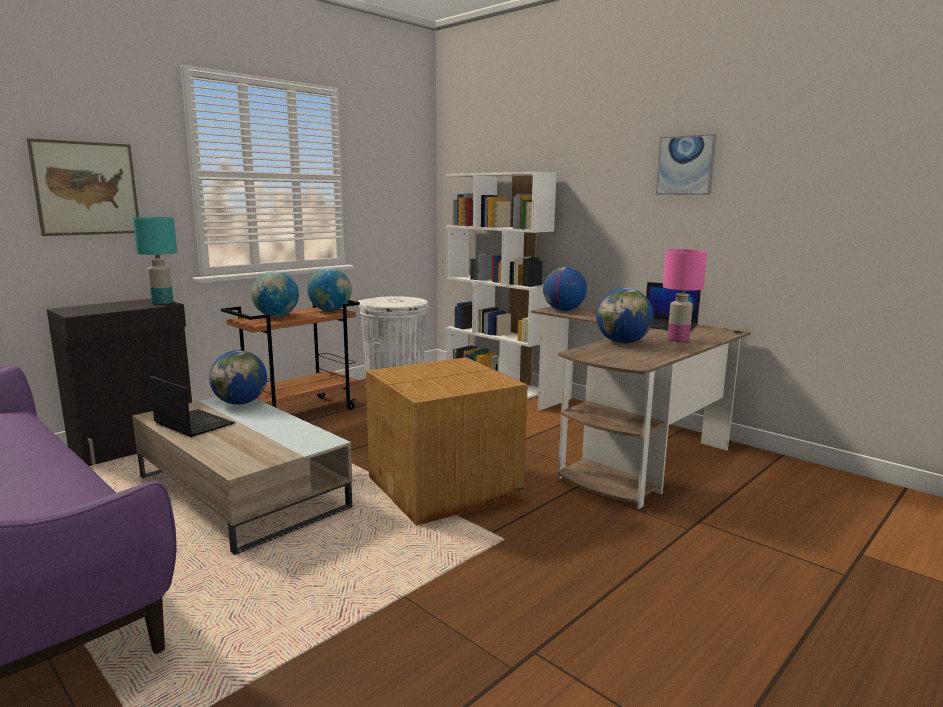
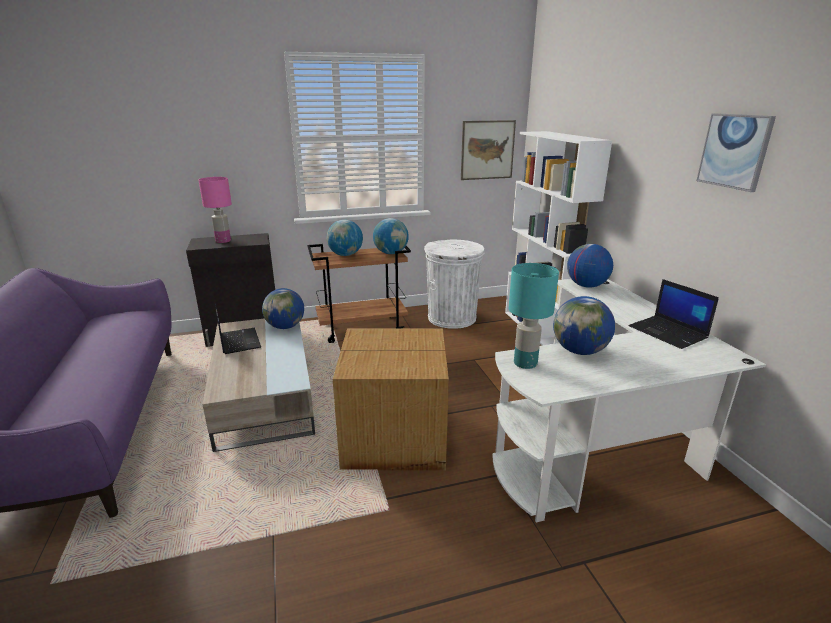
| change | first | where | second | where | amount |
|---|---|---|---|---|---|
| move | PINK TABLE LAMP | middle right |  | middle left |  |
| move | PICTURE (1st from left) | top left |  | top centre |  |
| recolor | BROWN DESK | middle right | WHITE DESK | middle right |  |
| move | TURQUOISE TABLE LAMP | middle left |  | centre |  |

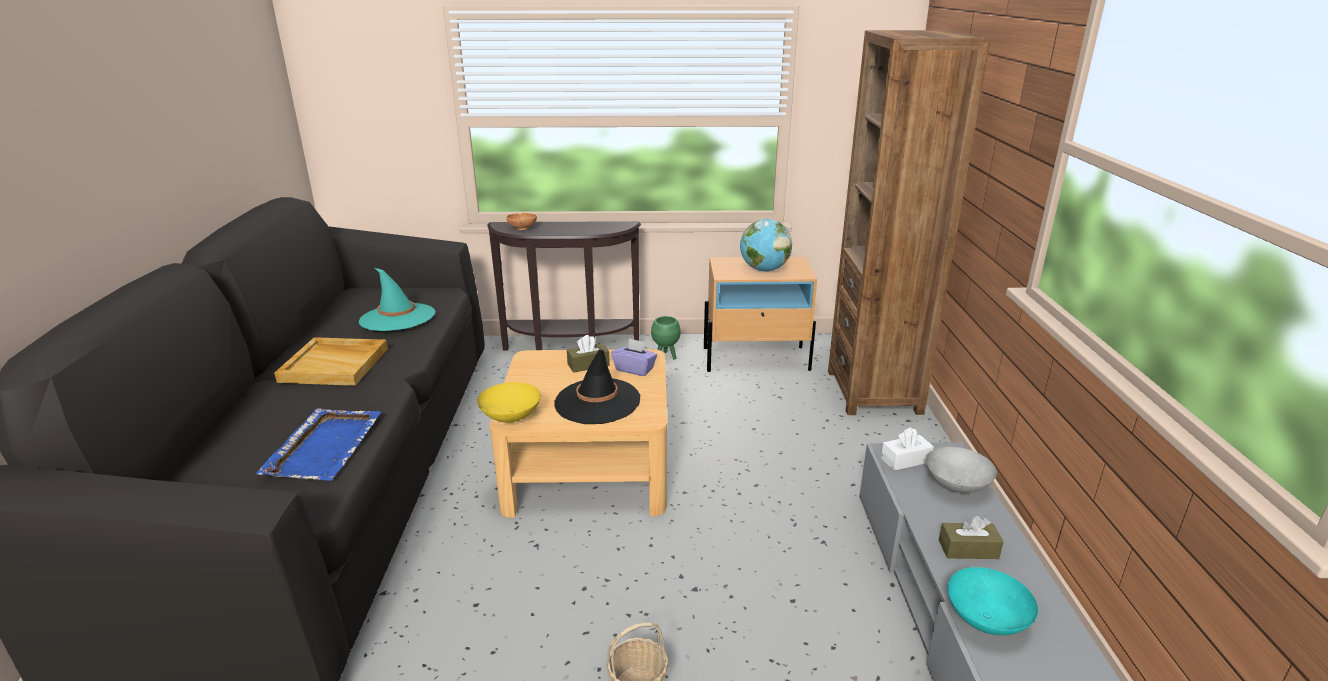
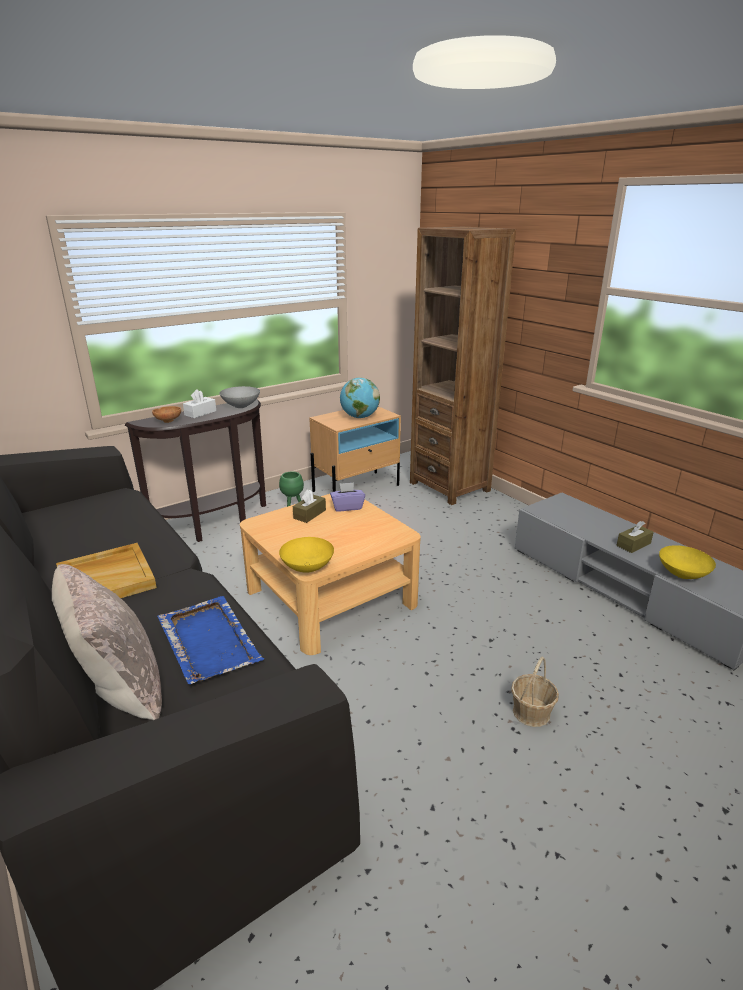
| change | first | where | second | where | amount |
|---|---|---|---|---|---|
| insert |  |  | BEIGE PILLOW | middle left |  |
| move | WHITE TISSUE BOX | middle right |  | middle left |  |
| move | GREY BOWL | bottom right |  | middle left |  |
| recolor | TURQUOISE BOWL | bottom right | YELLOW BOWL (2nd from left) | middle right |  |
| delete | TURQUOISE HAT | middle left |  |  |  |
| delete | BLACK HAT | centre |  |  |  |

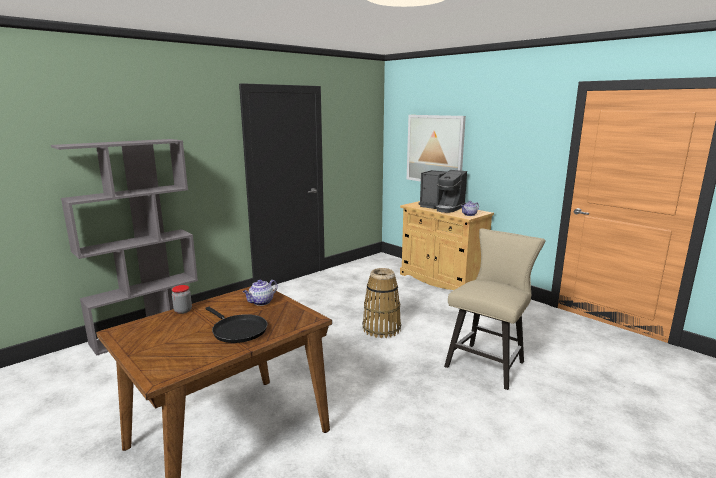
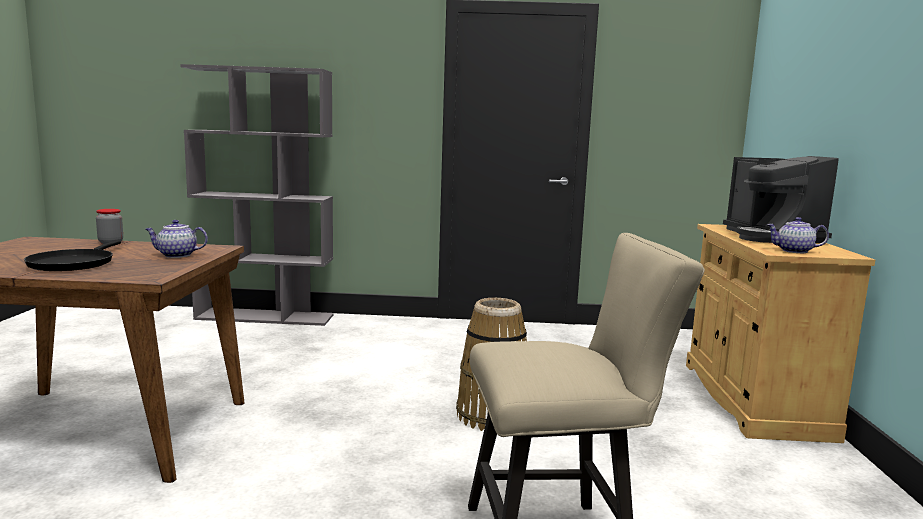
| change | first | where | second | where | amount |
|---|---|---|---|---|---|
| delete | PICTURE | top centre |  |  |  |

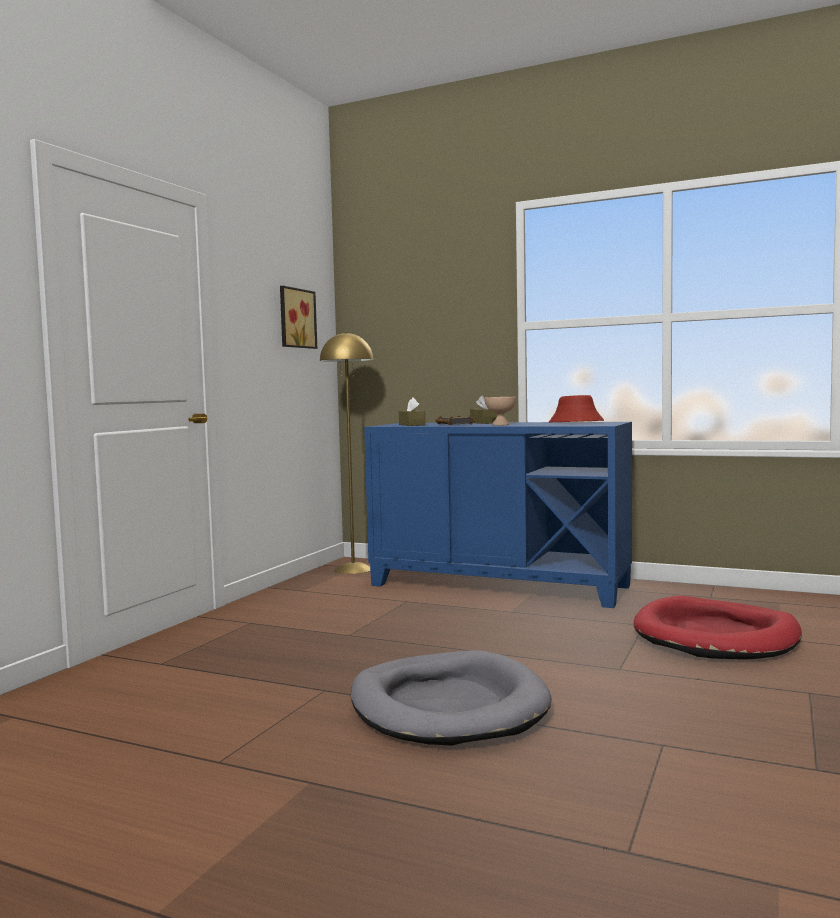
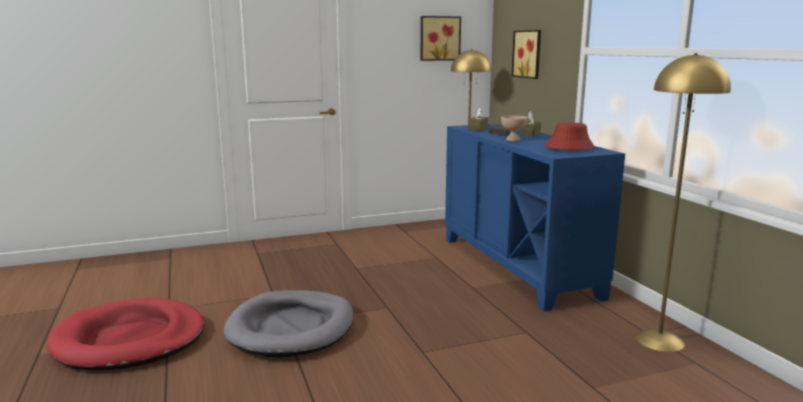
| change | first | where | second | where | amount |
|---|---|---|---|---|---|
| move | RED DOG BED | bottom right |  | bottom left |  |
| insert |  |  | PICTURE (2nd from left) | top centre |  |
| insert |  |  | YELLOW FLOOR LAMP (2nd from left) | middle right |  |

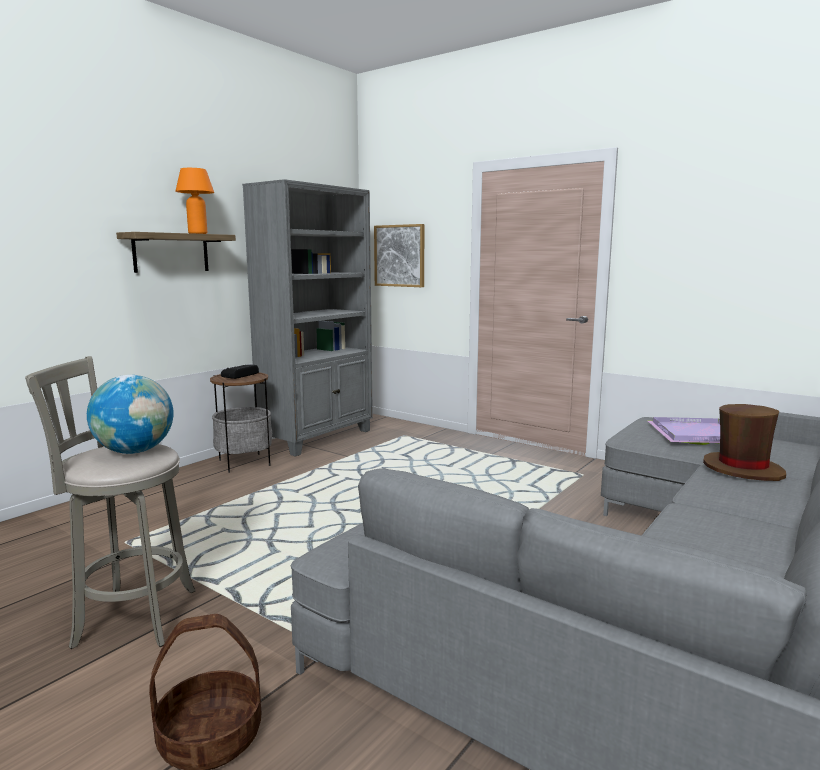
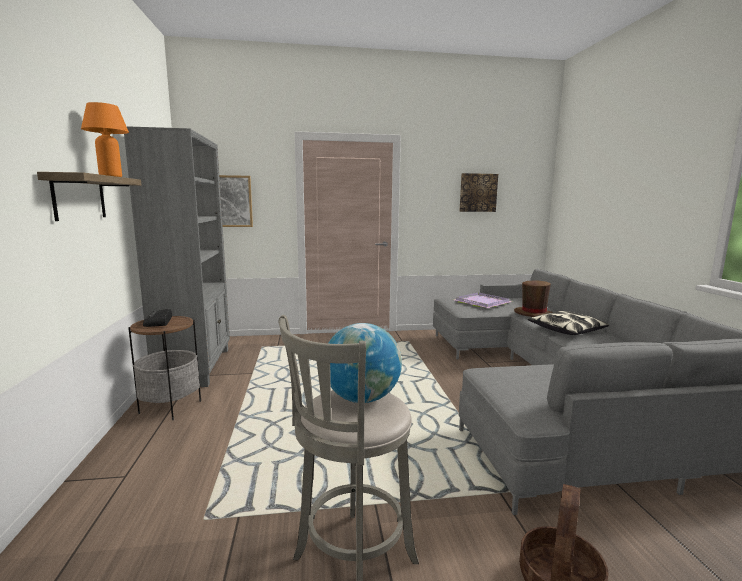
| change | first | where | second | where | amount |
|---|---|---|---|---|---|
| insert |  |  | PICTURE (2nd from left) | top centre |  |
| insert |  |  | PILLOW | middle right |  |

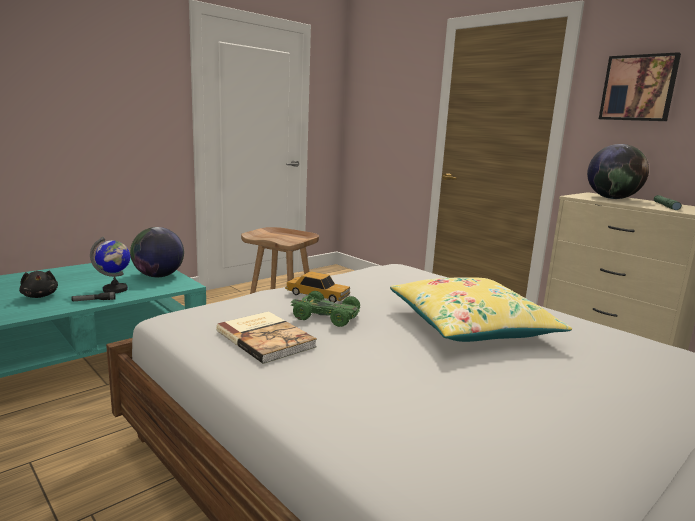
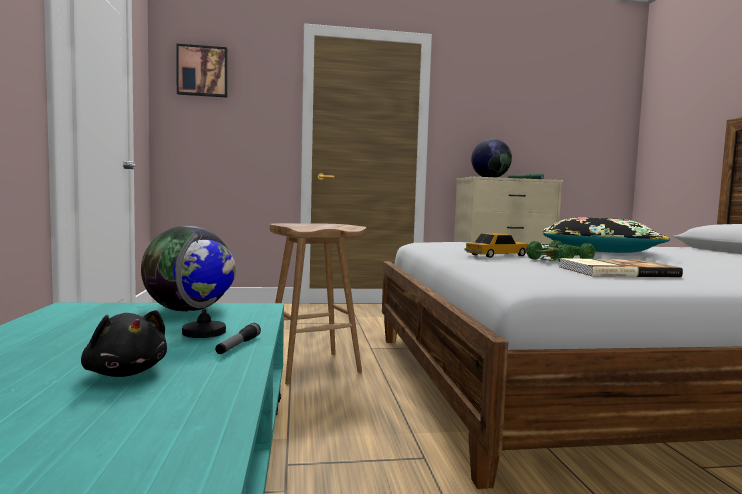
| change | first | where | second | where | amount |
|---|---|---|---|---|---|
| rotate | BLACK PLUSH TOY | middle left |  | bottom left | 45 degrees clockwise |
| move | PICTURE | top right |  | top left |  |
| recolor | YELLOW PILLOW | middle right | BLACK PILLOW | middle right |  |

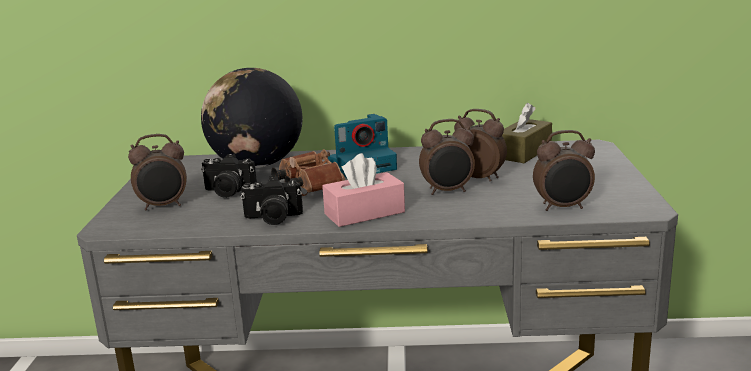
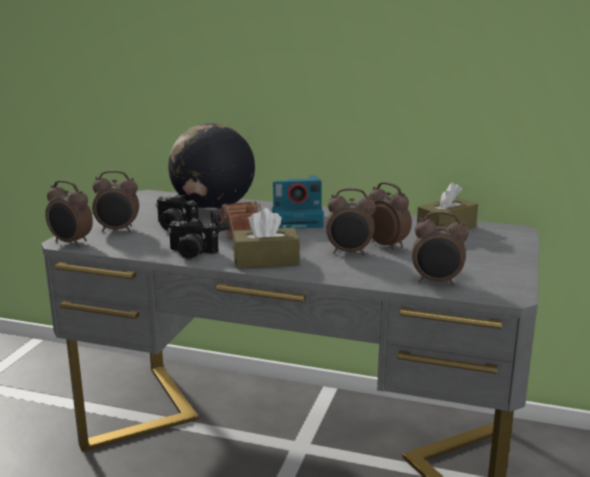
| change | first | where | second | where | amount |
|---|---|---|---|---|---|
| insert |  |  | ALARM CLOCK (1st from left) | middle left |  |
| recolor | PINK TISSUE BOX | centre | BROWN TISSUE BOX (1st from left) | centre |  |

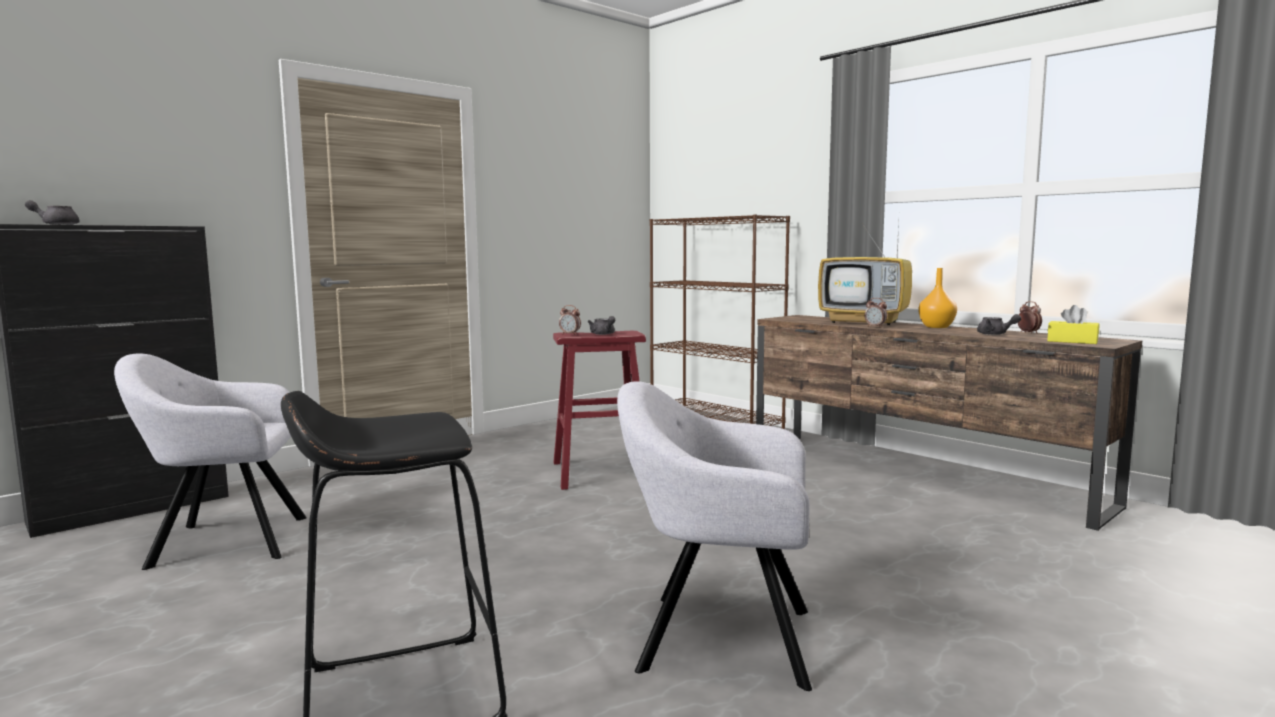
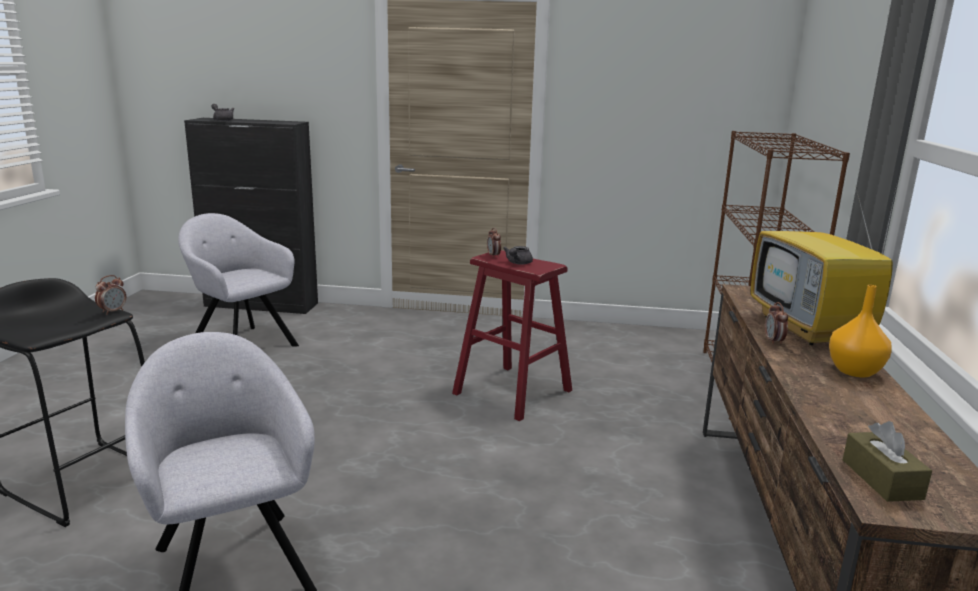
| change | first | where | second | where | amount |
|---|---|---|---|---|---|
| move | ALARM CLOCK (3rd from left in the first image) | middle right | ALARM CLOCK (1st from left) | middle left |  |
| recolor | YELLOW TISSUE BOX | middle right | BROWN TISSUE BOX | bottom right |  |
| delete | GREY TEAPOT (3rd from left) | middle right |  |  |  |

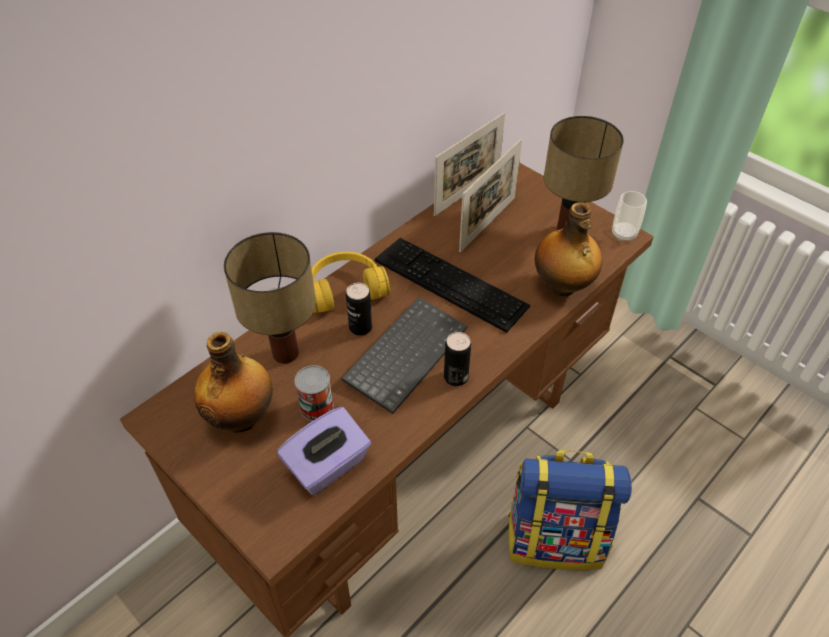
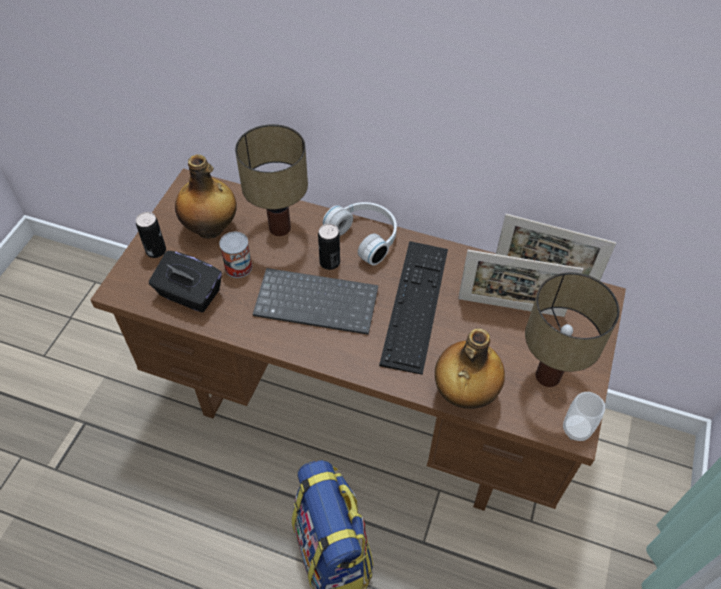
| change | first | where | second | where | amount |
|---|---|---|---|---|---|
| move | CAN (3rd from left in the first image) | centre | CAN (1st from left) | middle left |  |
| recolor | PURPLE TISSUE BOX | bottom centre | BLACK TISSUE BOX | middle left |  |
| recolor | YELLOW HEADPHONES | centre | WHITE HEADPHONES | centre |  |

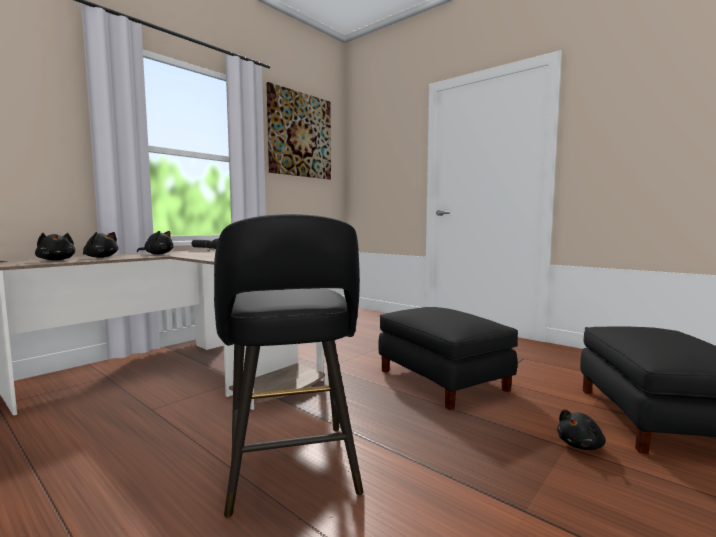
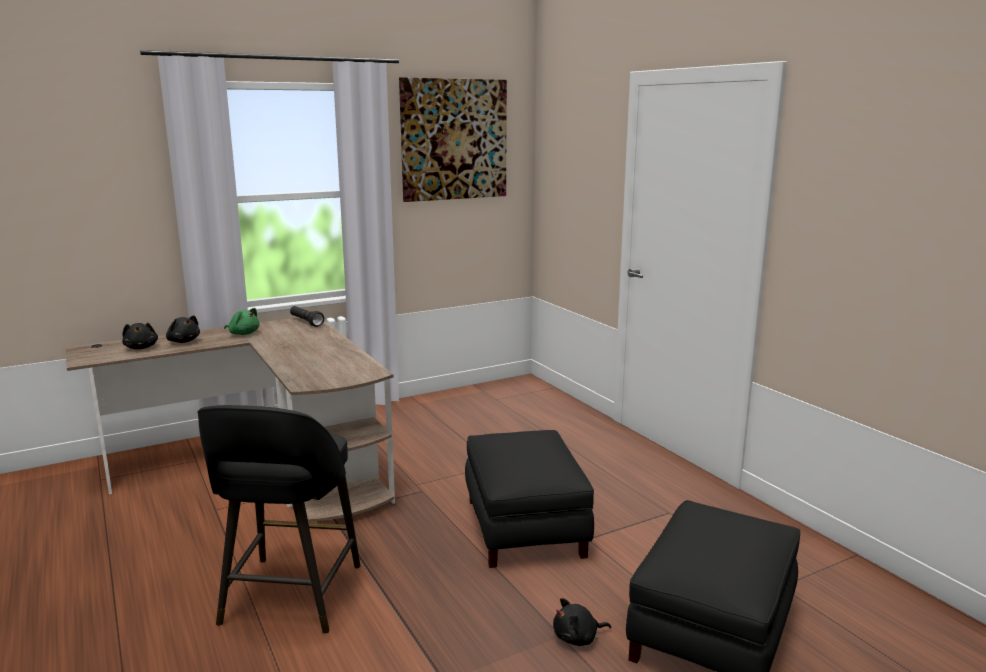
| change | first | where | second | where | amount |
|---|---|---|---|---|---|
| recolor | BLACK PLUSH TOY (3rd from left) | middle left | GREEN PLUSH TOY | middle left |  |

